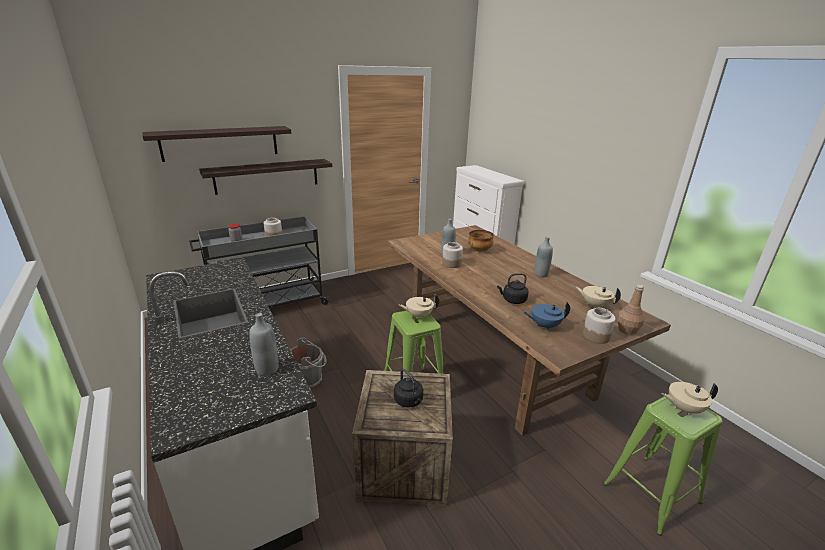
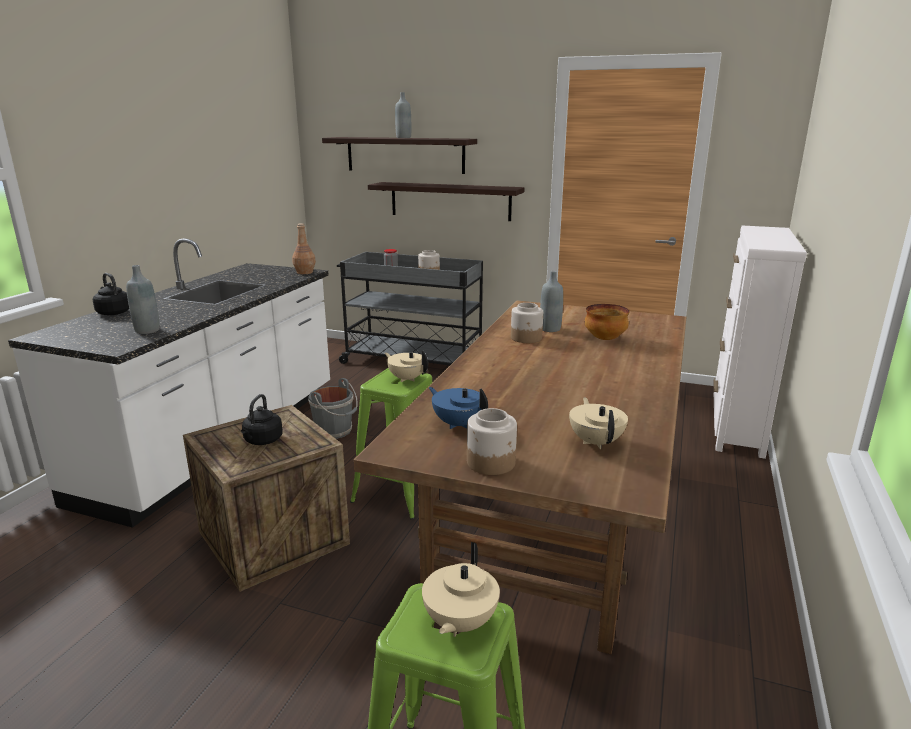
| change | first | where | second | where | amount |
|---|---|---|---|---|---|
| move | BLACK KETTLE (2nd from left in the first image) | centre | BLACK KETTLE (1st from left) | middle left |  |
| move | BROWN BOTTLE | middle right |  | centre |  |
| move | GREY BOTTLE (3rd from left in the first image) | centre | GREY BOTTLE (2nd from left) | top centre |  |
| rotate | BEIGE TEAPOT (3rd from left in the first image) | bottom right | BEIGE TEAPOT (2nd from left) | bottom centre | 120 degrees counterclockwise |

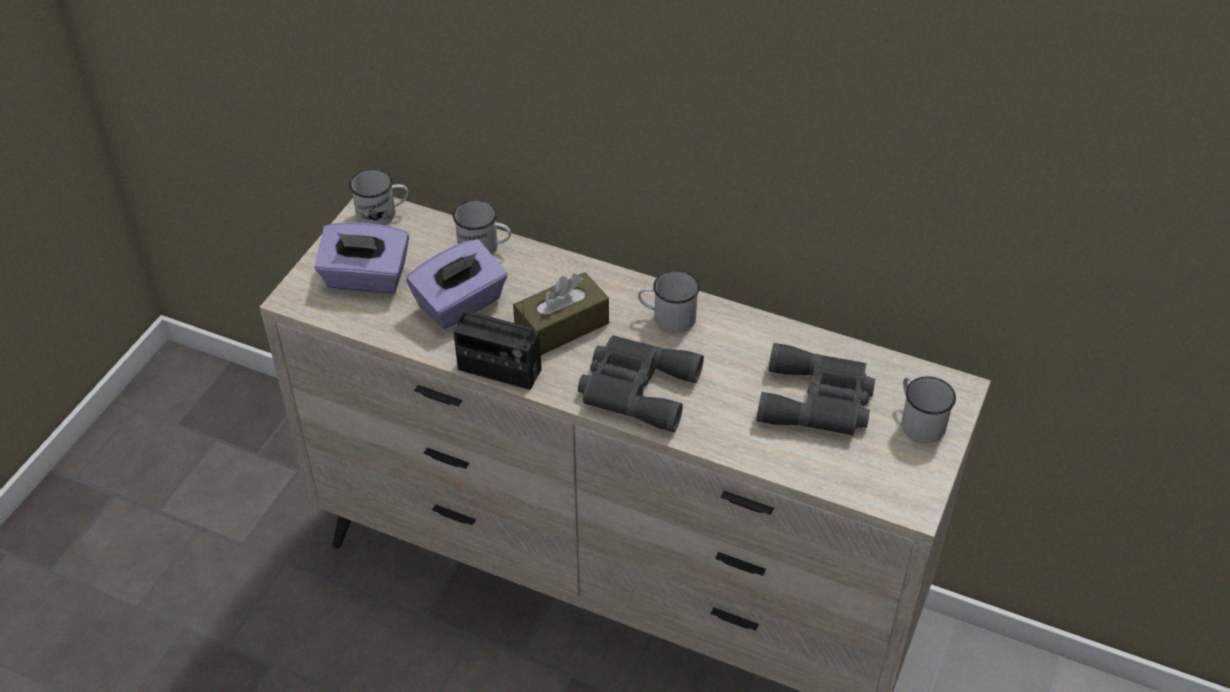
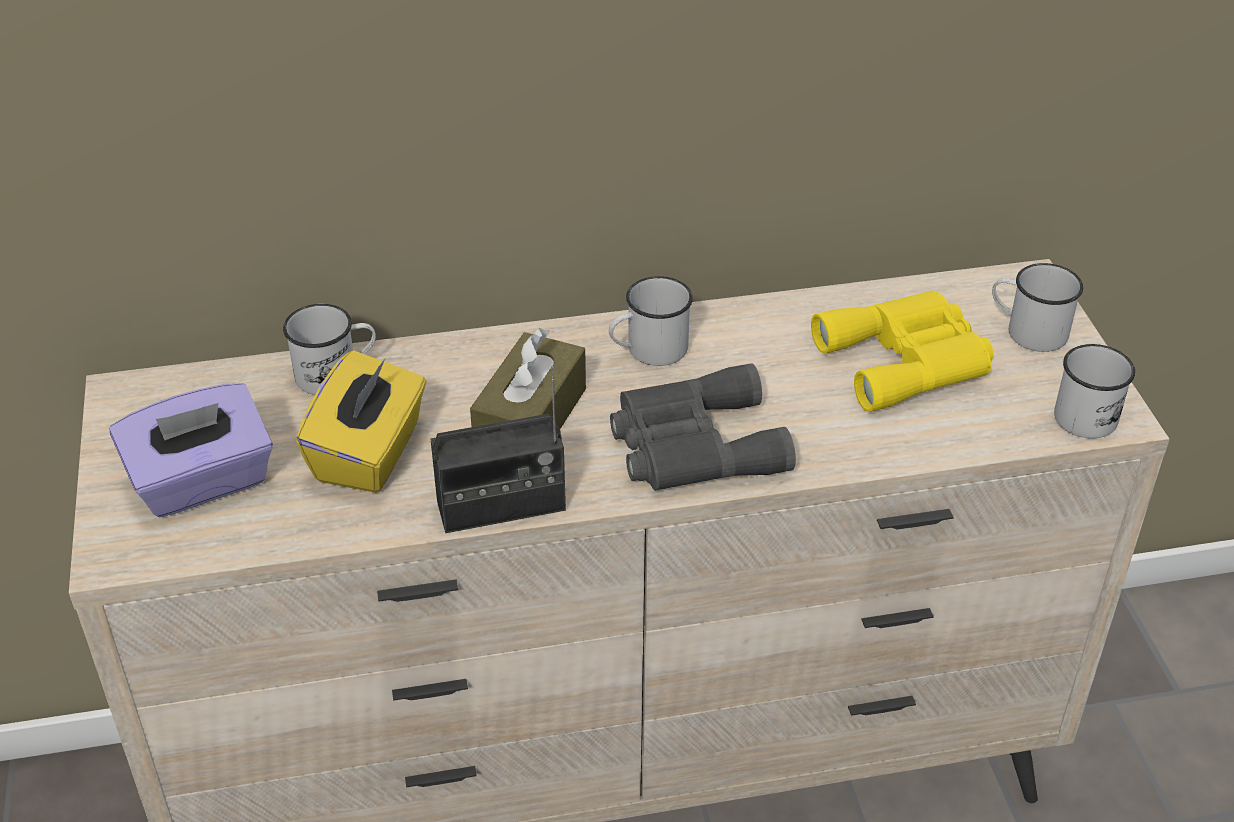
| change | first | where | second | where | amount |
|---|---|---|---|---|---|
| recolor | PURPLE TISSUE BOX (2nd from left) | centre | YELLOW TISSUE BOX | middle left |  |
| recolor | GREY BINOCULARS (2nd from left) | centre | YELLOW BINOCULARS | middle right |  |
| move | WHITE MUG (1st from left in the first image) | top left | WHITE MUG (4th from left) | middle right |  |

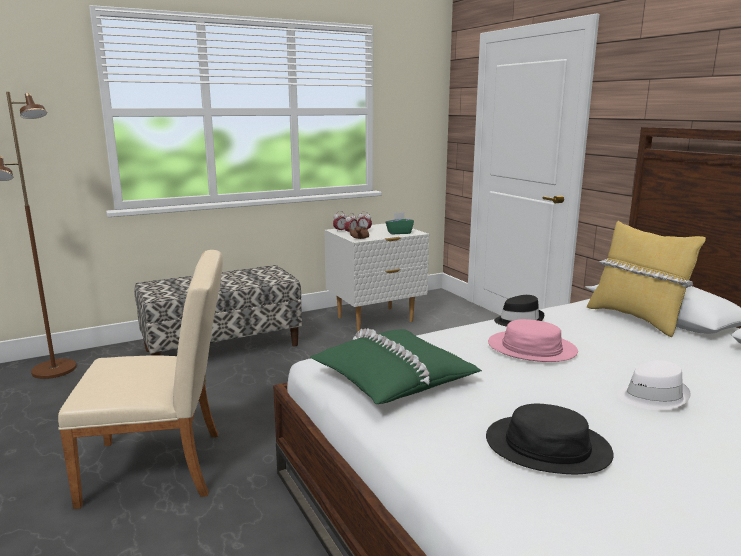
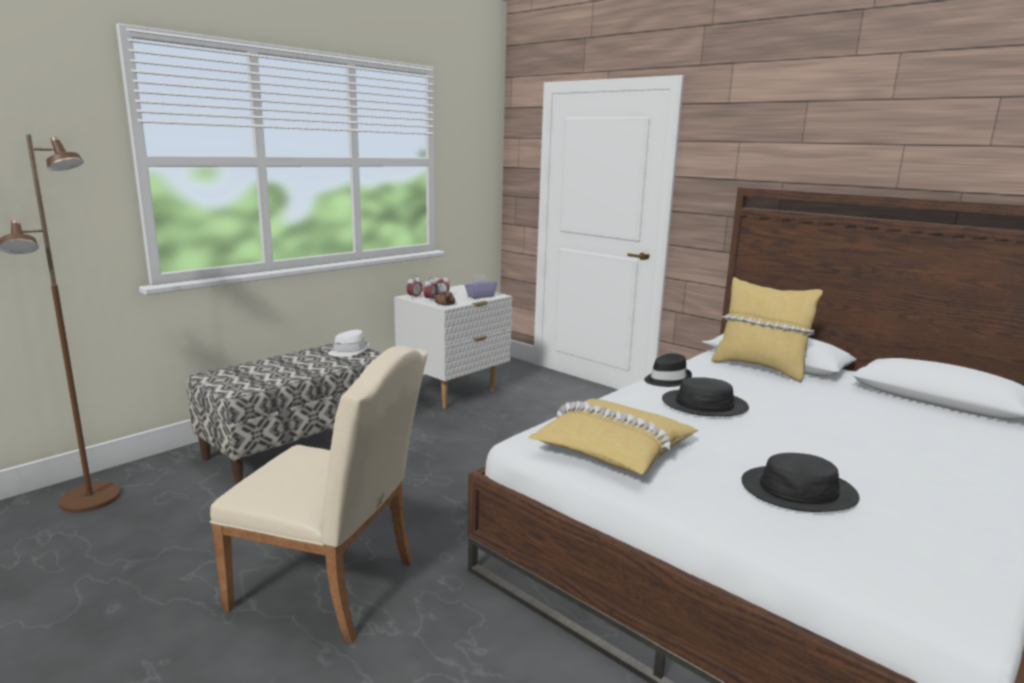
| change | first | where | second | where | amount |
|---|---|---|---|---|---|
| rotate | BEIGE CHAIR | bottom left |  | bottom left | 45 degrees clockwise |
| move | WHITE HAT | bottom right |  | centre |  |
| recolor | GREEN TISSUE BOX | centre | PURPLE TISSUE BOX | centre |  |
| recolor | GREEN PILLOW | centre | YELLOW PILLOW (1st from left) | centre |  |
| recolor | PINK HAT | middle right | BLACK HAT (2nd from left) | middle right |  |

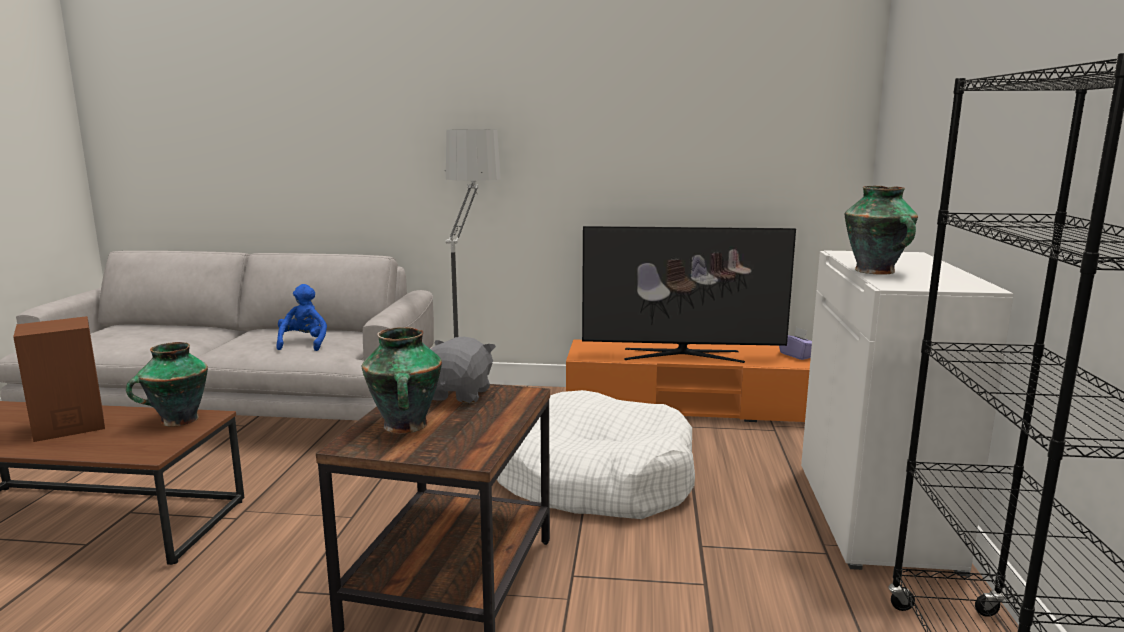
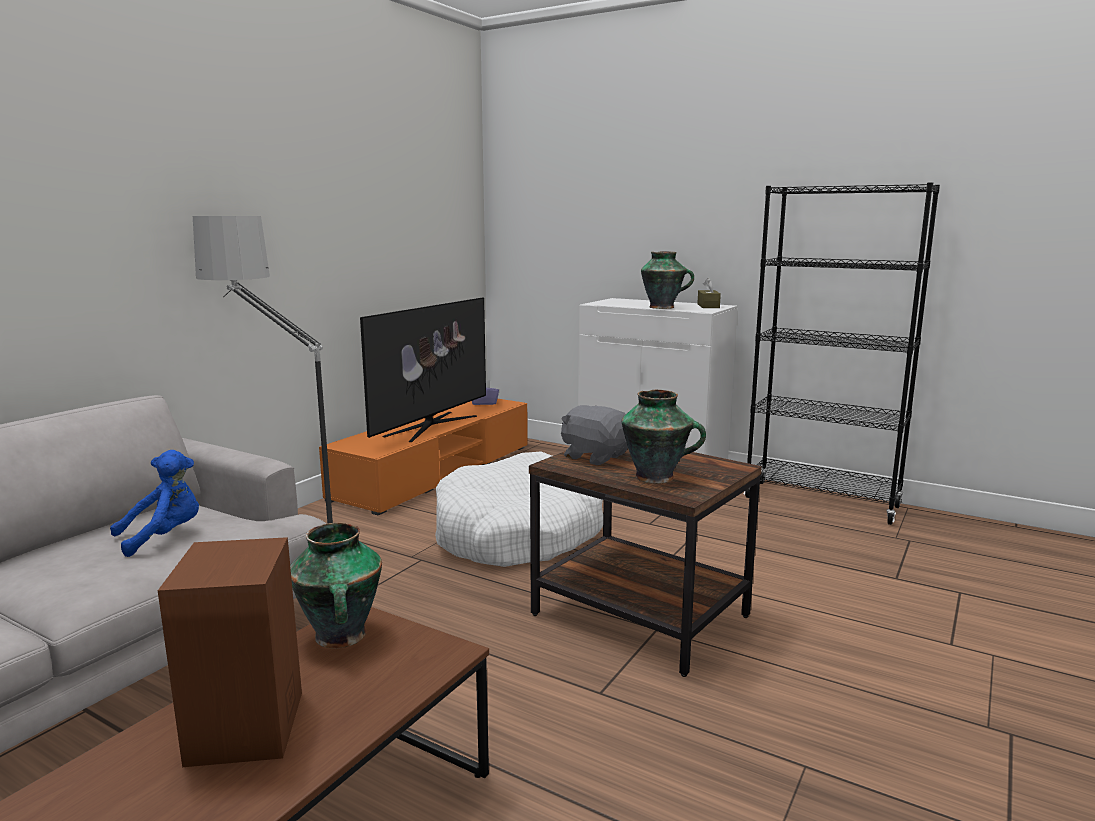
| change | first | where | second | where | amount |
|---|---|---|---|---|---|
| rotate | BLUE PLUSH TOY | middle left |  | middle left | 120 degrees clockwise |
| insert |  |  | BROWN TISSUE BOX | centre |  |

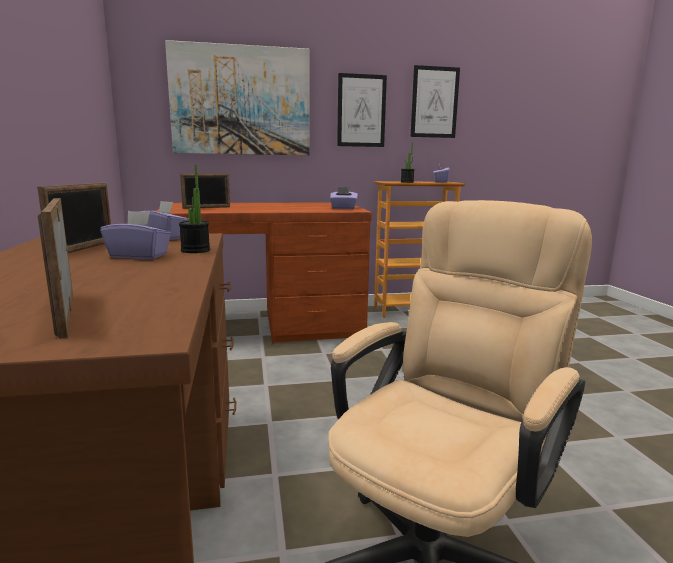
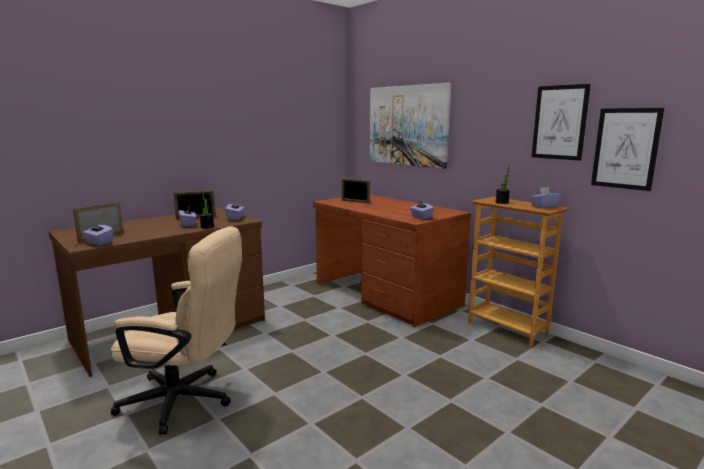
| change | first | where | second | where | amount |
|---|---|---|---|---|---|
| insert |  |  | PURPLE TISSUE BOX (1st from left) | middle left |  |
| move | PICTURE (2nd from left in the first image) | top centre | PICTURE (3rd from left) | top right |  |

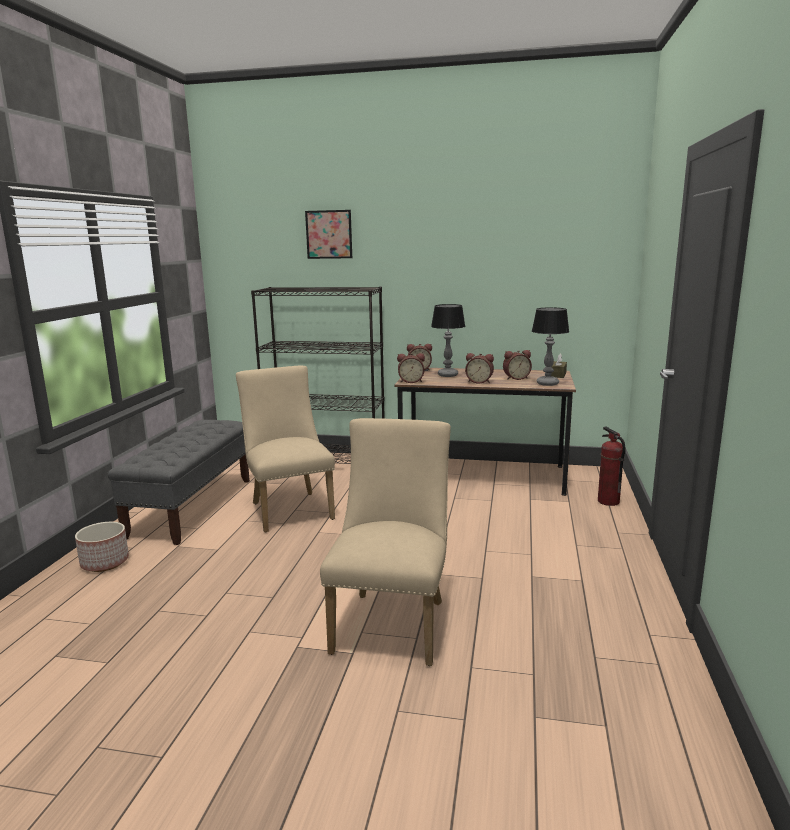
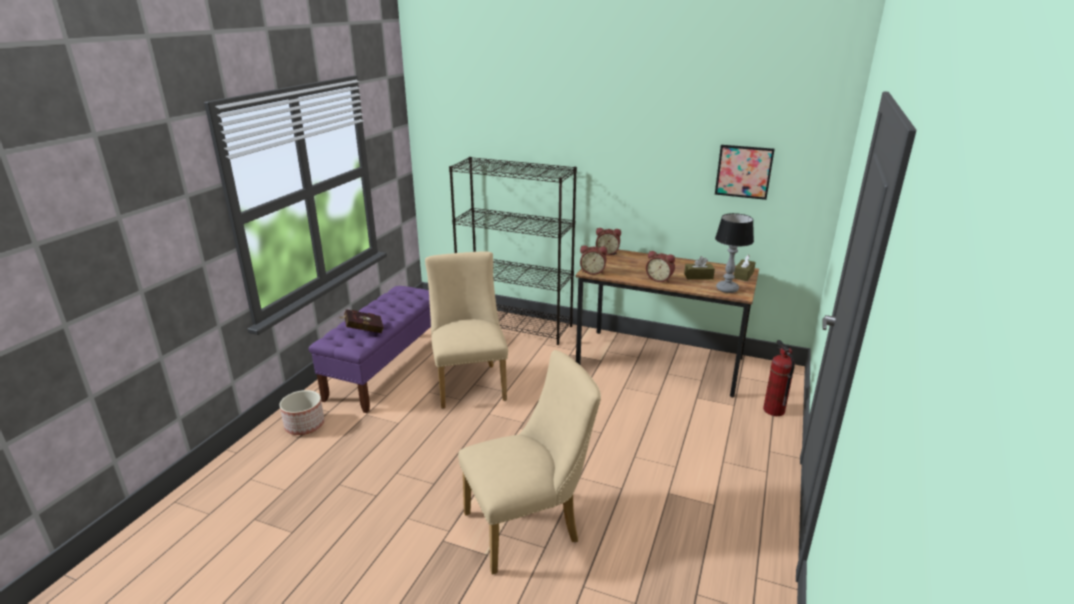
| change | first | where | second | where | amount |
|---|---|---|---|---|---|
| recolor | GREY BENCH | middle left | PURPLE BENCH | centre |  |
| insert |  |  | RED BOOK | centre |  |
| rotate | BEIGE CHAIR (2nd from left) | centre |  | bottom centre | 45 degrees clockwise |
| replace | ALARM CLOCK (4th from left) | centre | BROWN TISSUE BOX (1st from left) | centre |  |
| move | PICTURE | top centre |  | top right |  |
| delete | TABLE LAMP (1st from left) | centre |  |  |  |

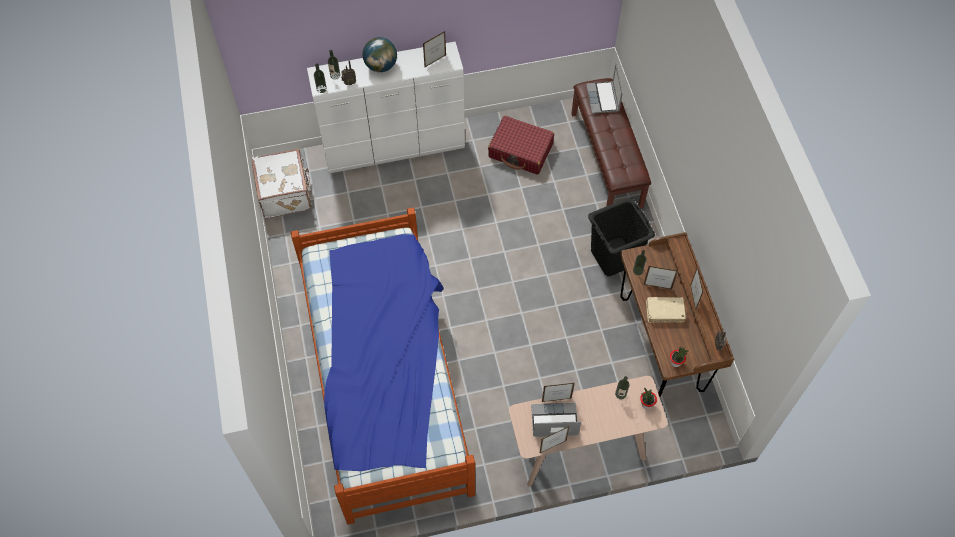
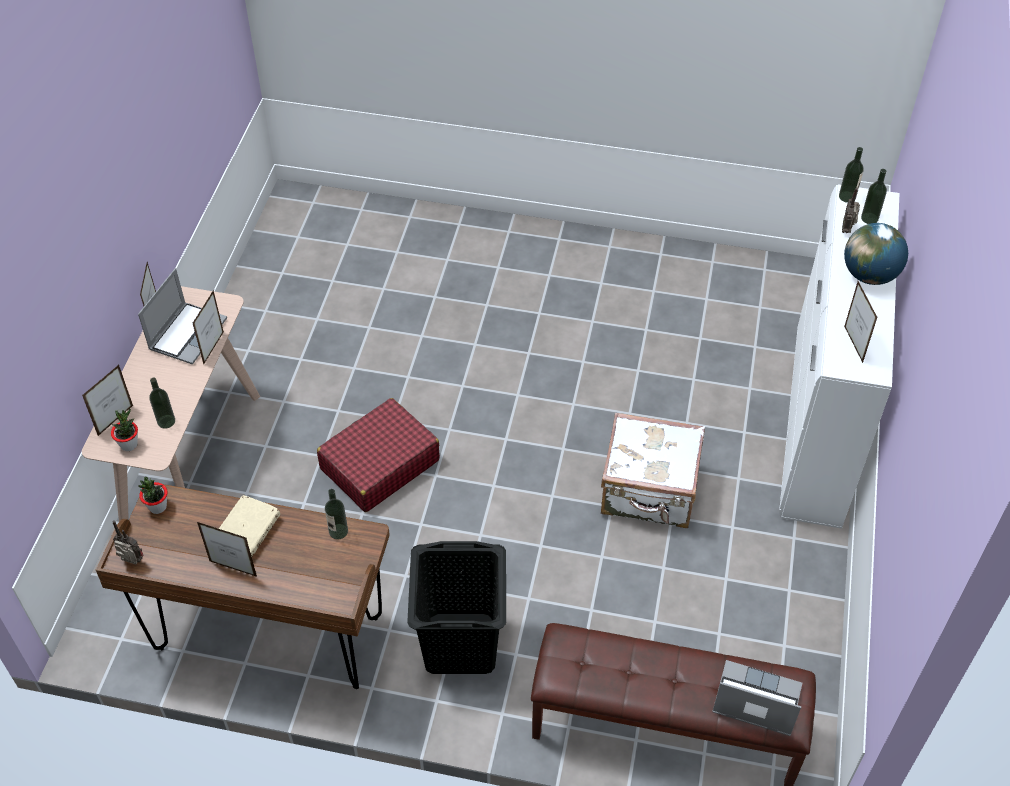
| change | first | where | second | where | amount |
|---|---|---|---|---|---|
| move | PICTURE FRAME (4th from left in the first image) | middle right | PICTURE FRAME (1st from left) | middle left |  |
| move | RED SUITCASE | top centre |  | centre |  |
| move | WHITE SUITCASE | middle left |  | centre |  |
| delete | BED | bottom centre |  |  |  |

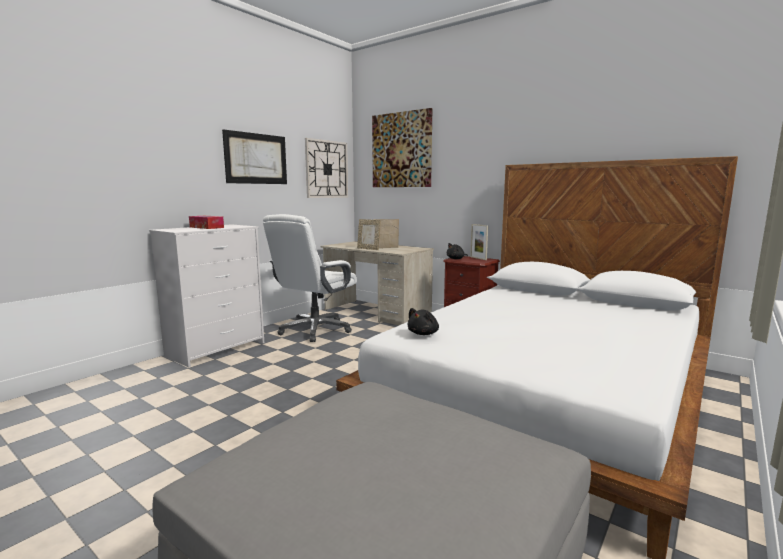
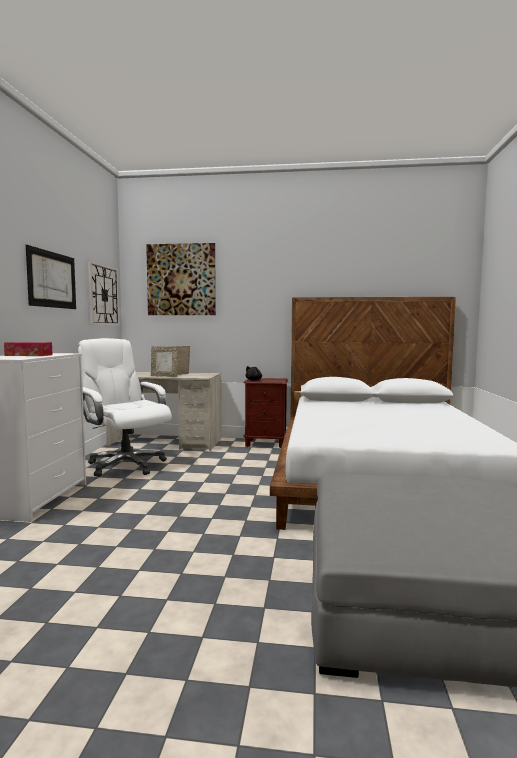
| change | first | where | second | where | amount |
|---|---|---|---|---|---|
| rotate | WHITE OFFICE CHAIR | centre |  | middle left | 135 degrees clockwise |
| delete | BLACK PLUSH TOY (1st from left) | centre |  |  |  |
| delete | PICTURE FRAME (3rd from left) | centre |  |  |  |

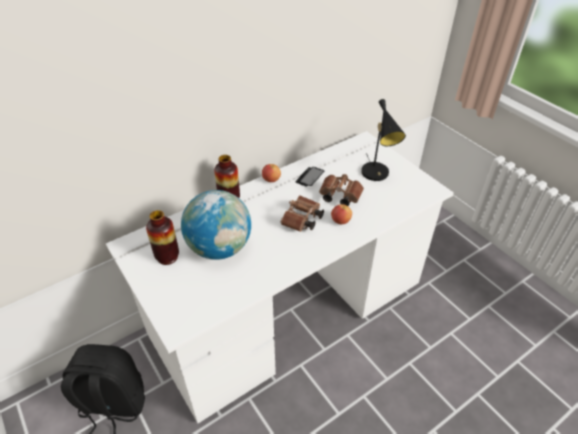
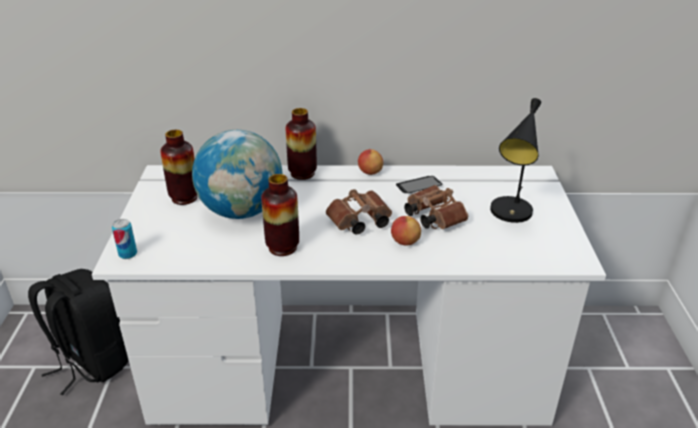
| change | first | where | second | where | amount |
|---|---|---|---|---|---|
| insert |  |  | CAN | middle left |  |
| insert |  |  | VASE (2nd from left) | centre |  |

